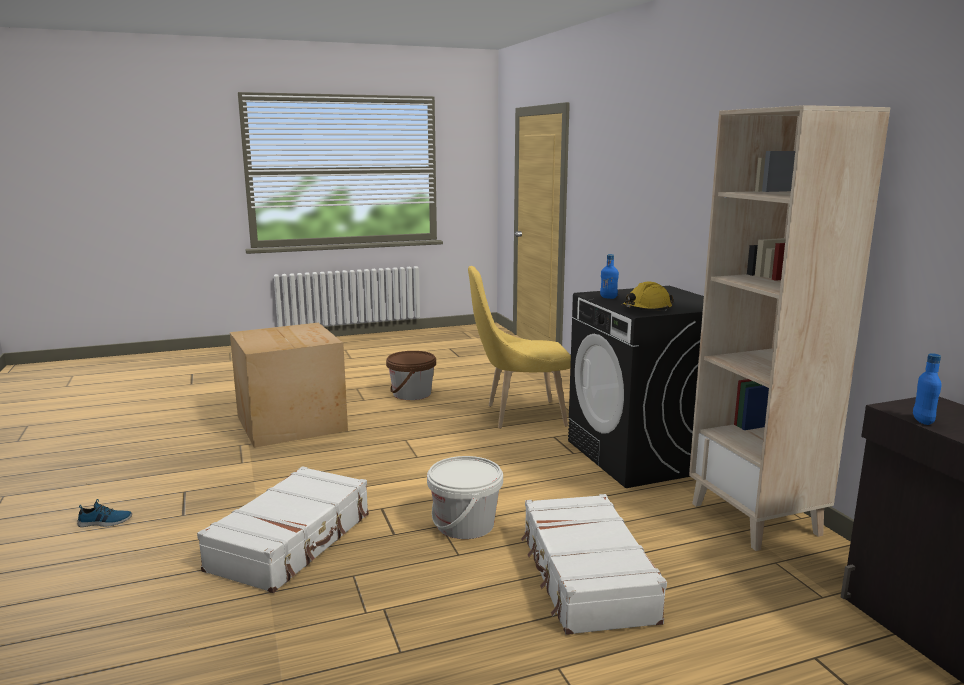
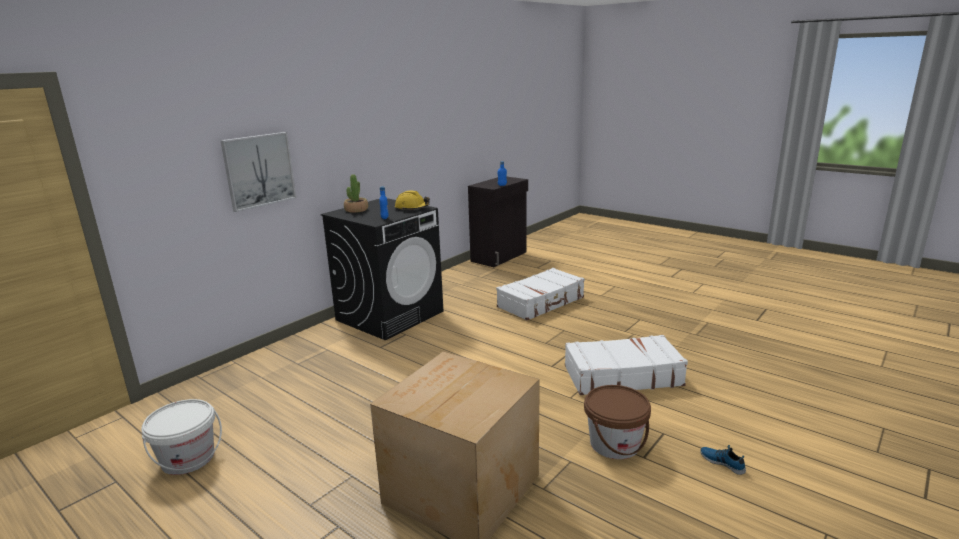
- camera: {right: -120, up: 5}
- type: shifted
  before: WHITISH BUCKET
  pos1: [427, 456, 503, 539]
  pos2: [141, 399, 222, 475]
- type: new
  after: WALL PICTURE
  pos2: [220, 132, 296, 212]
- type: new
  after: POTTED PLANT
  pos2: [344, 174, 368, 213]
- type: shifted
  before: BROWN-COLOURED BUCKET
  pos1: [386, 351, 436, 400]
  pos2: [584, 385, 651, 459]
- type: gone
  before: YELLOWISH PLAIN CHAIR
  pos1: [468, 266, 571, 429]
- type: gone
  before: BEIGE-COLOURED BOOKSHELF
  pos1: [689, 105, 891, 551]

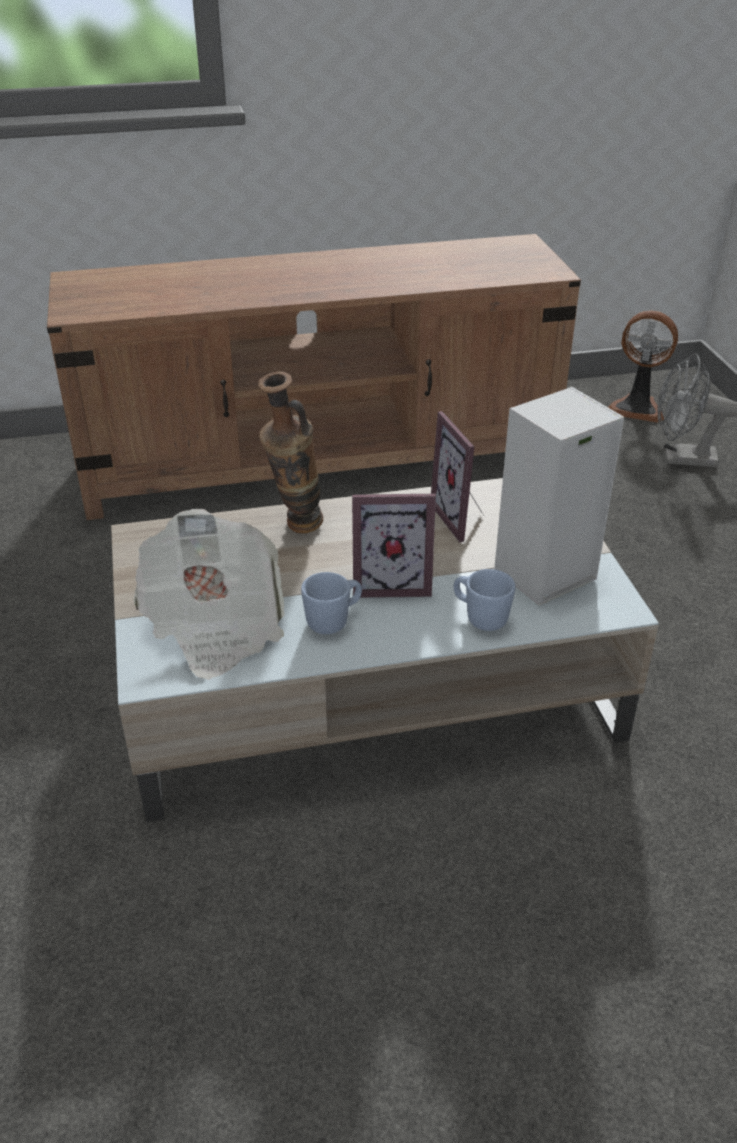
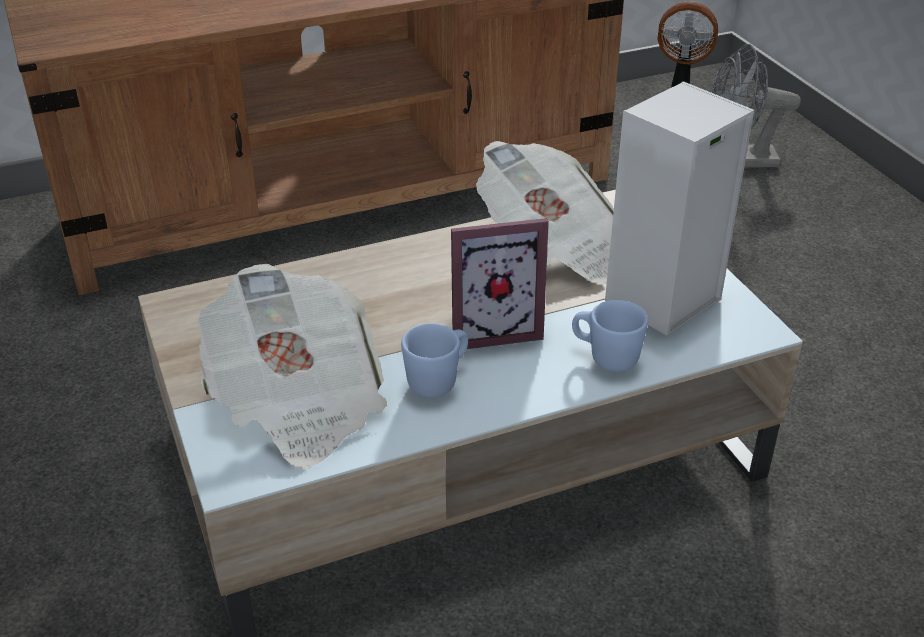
- camera: {right: -10, up: 0}
- type: swapped
  before: PICTURE FRAME
  after: NEWSPAPER
  pos1: [431, 411, 483, 542]
  pos2: [476, 141, 614, 285]
- type: gone
  before: VASE
  pos1: [258, 371, 323, 533]

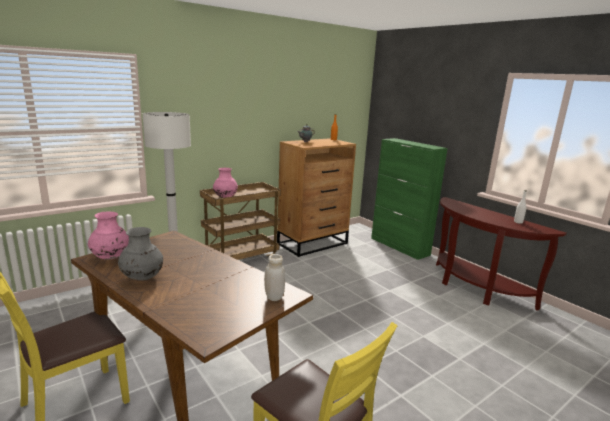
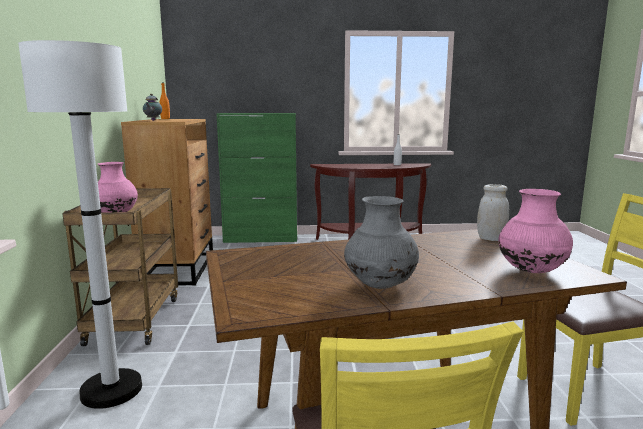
- camera: {right: -55, up: -5}
- type: shifted
  before: PINK VASE
  pos1: [88, 212, 129, 260]
  pos2: [498, 189, 573, 273]

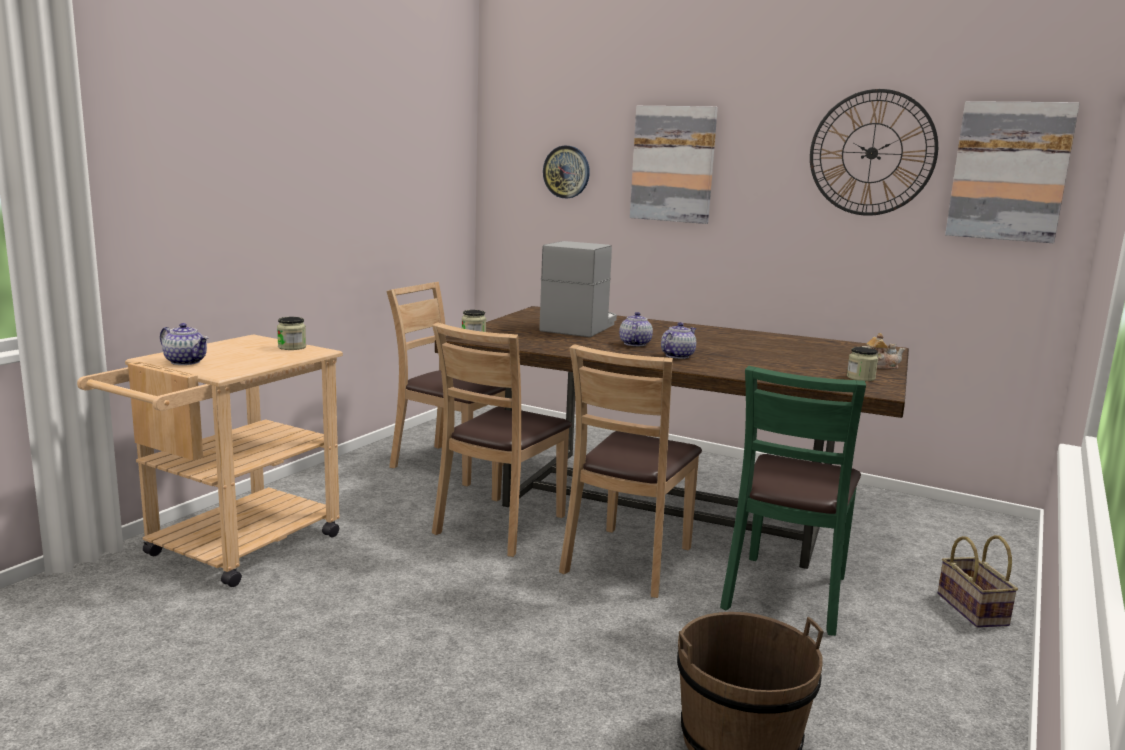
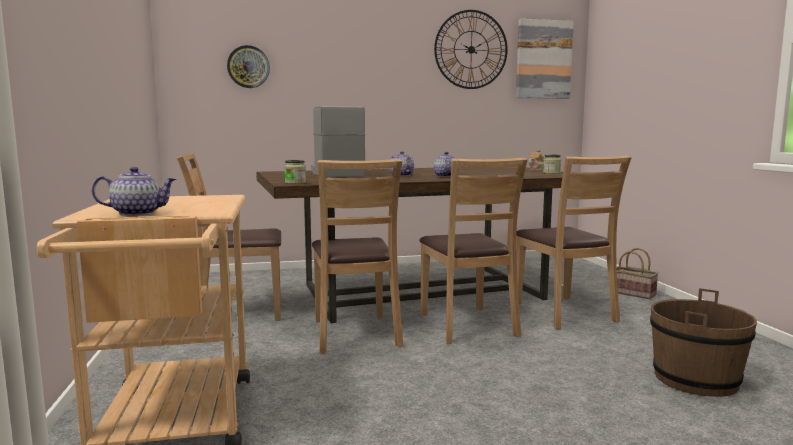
- camera: {right: -40, up: -5}
- type: repainted
  before: GREENISH PLAIN CHAIR
  after: BROWN-COLOURED PLAIN CHAIR
  pos1: [720, 366, 866, 636]
  pos2: [516, 156, 632, 330]
- type: gone
  before: JAR
  pos1: [277, 317, 306, 350]
- type: gone
  before: WALL PICTURE
  pos1: [630, 106, 718, 224]

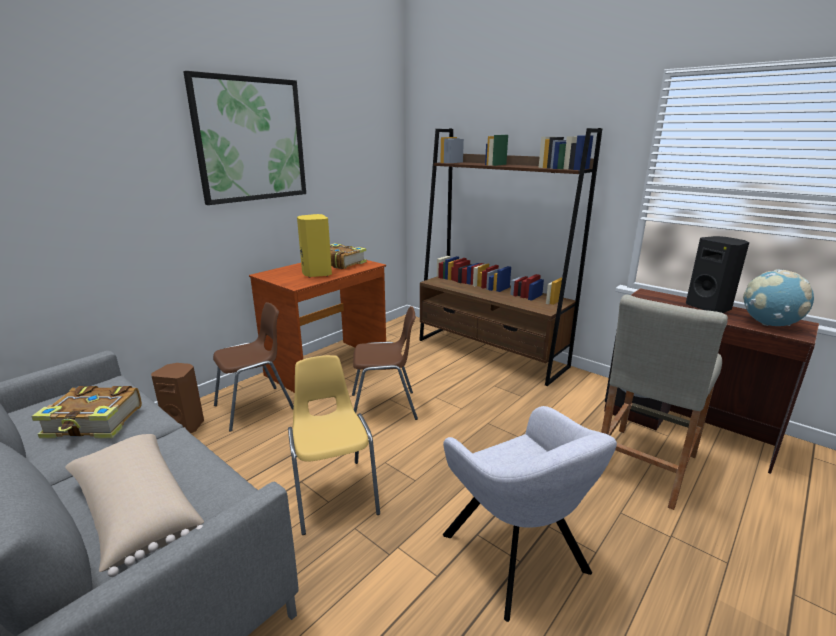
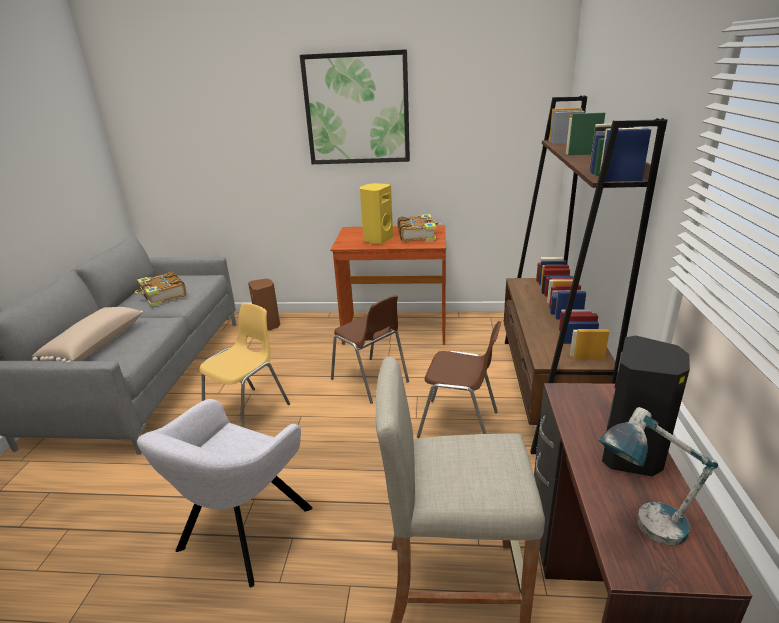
- camera: {right: 55, up: 5}
- type: shifted
  before: BROWN-COLOURED PLAIN CHAIR
  pos1: [213, 302, 294, 432]
  pos2: [417, 321, 501, 438]
- type: swapped
  before: GLOBE
  after: TABLE LAMP
  pos1: [743, 269, 814, 326]
  pos2: [599, 407, 718, 546]

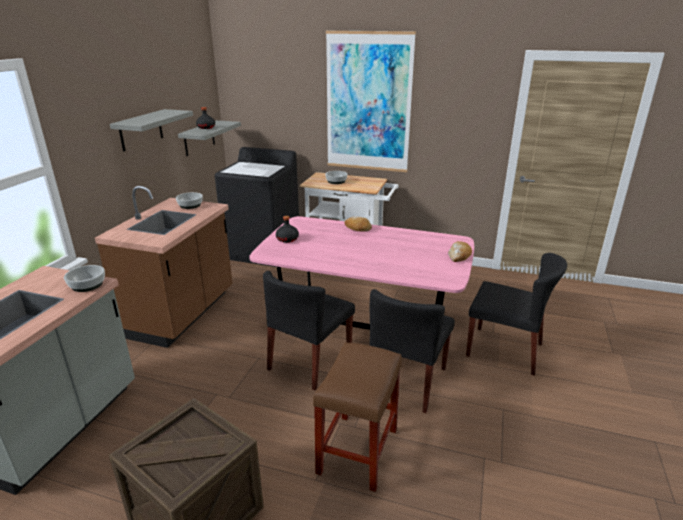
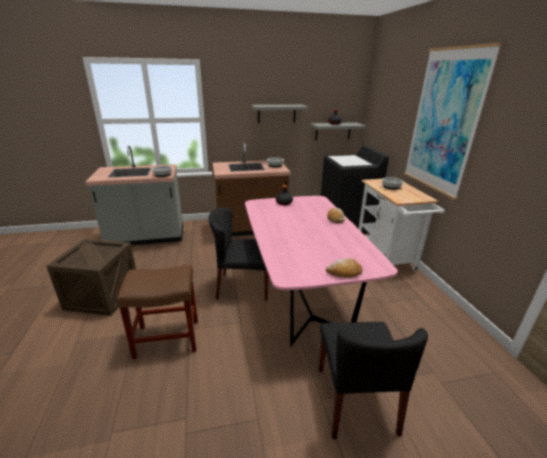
- camera: {right: 60, up: 0}
- type: gone
  before: BLACKISH PLAIN CHAIR
  pos1: [370, 289, 455, 413]

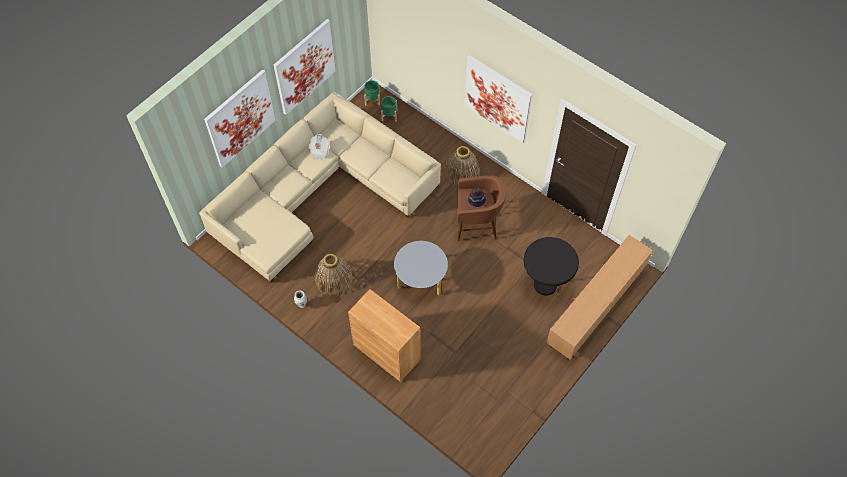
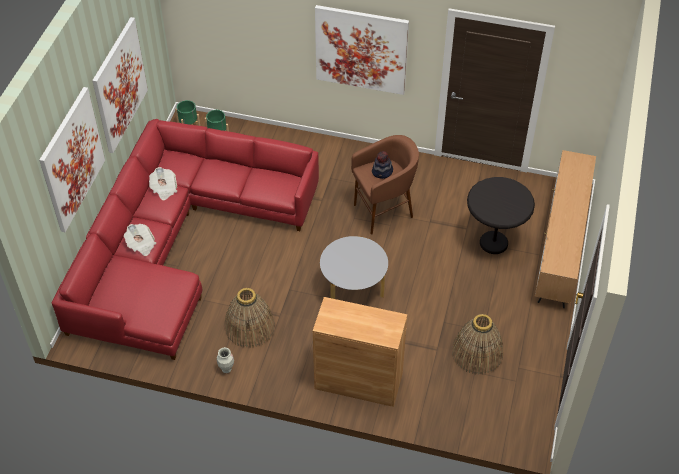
- camera: {right: -25, up: -10}
- type: repainted
  before: BEIGE-COLOURED COUCH
  after: REDDISH COUCH
  pos1: [199, 92, 441, 283]
  pos2: [52, 119, 319, 360]
- type: new
  after: NEWSPAPER
  pos2: [124, 224, 156, 256]
- type: shifted
  before: HOUSEHOLD BASKET
  pos1: [444, 146, 480, 188]
  pos2: [452, 314, 503, 375]

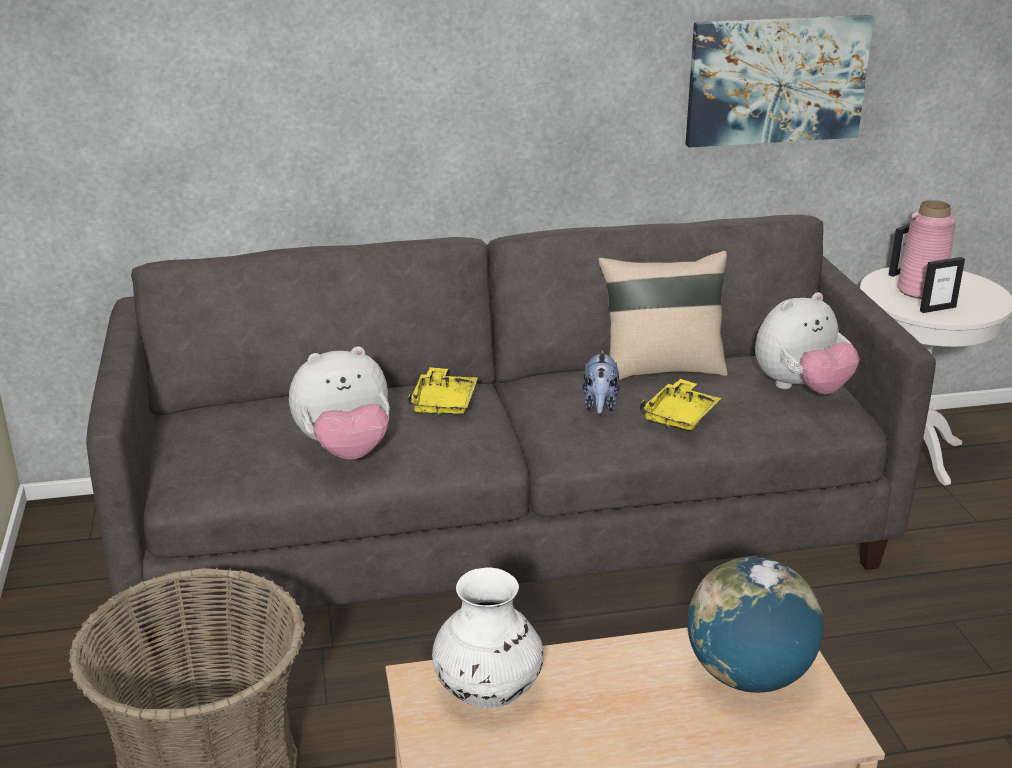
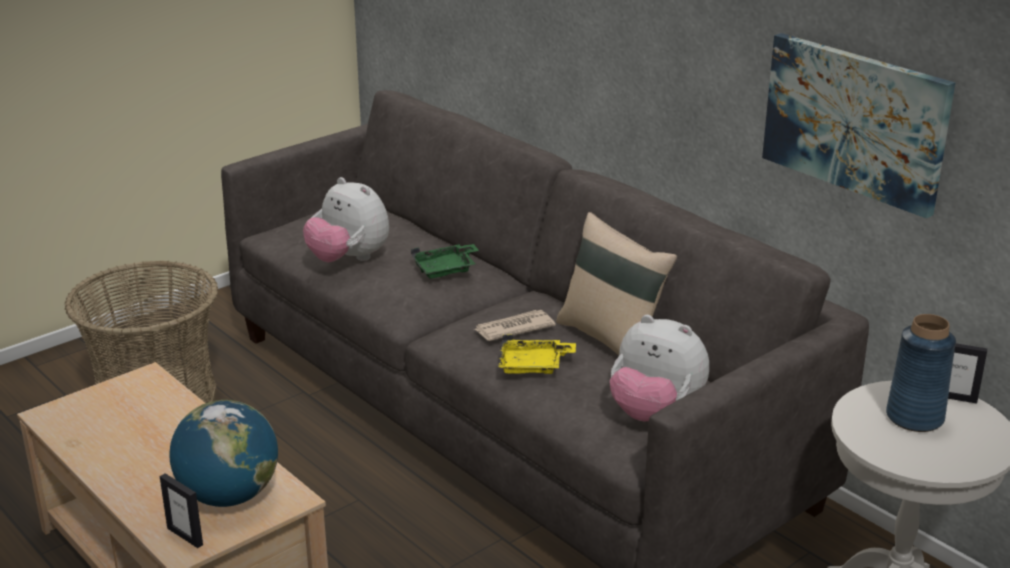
- camera: {right: 60, up: 0}
- type: shifted
  before: PICTURE FRAME
  pos1: [920, 257, 965, 313]
  pos2: [160, 473, 203, 548]
- type: repainted
  before: YELLOWISH SERVING TRAY
  after: GREENISH SERVING TRAY
  pos1: [408, 367, 478, 416]
  pos2: [411, 244, 479, 278]
- type: swapped
  before: SOFT TOY
  after: NEWSPAPER
  pos1: [582, 350, 620, 414]
  pos2: [473, 310, 556, 341]
- type: repainted
  before: PINK VASE
  after: BLUISH VASE
  pos1: [897, 200, 956, 299]
  pos2: [886, 314, 956, 432]
- type: gone
  before: WHITISH VASE
  pos1: [432, 567, 544, 708]

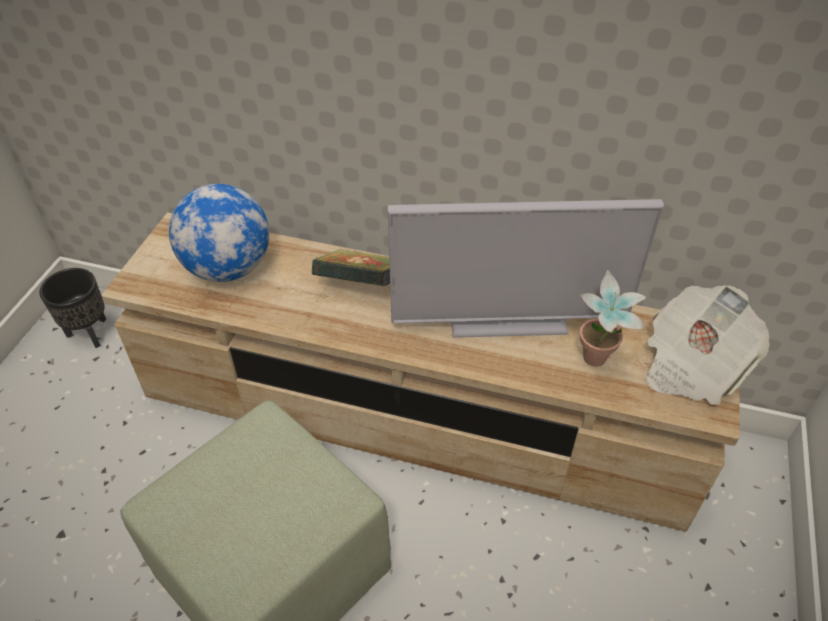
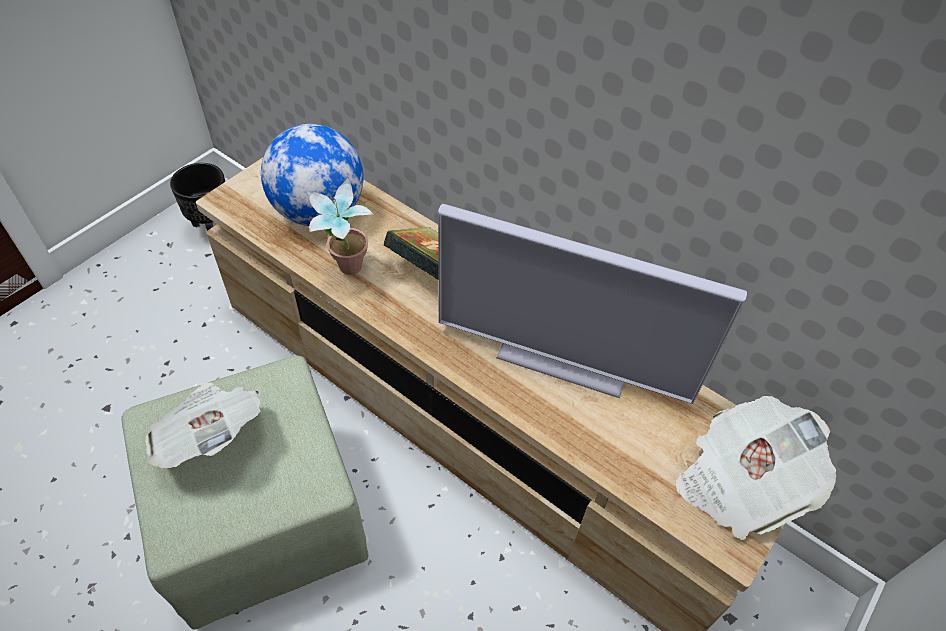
- camera: {right: 20, up: 5}
- type: new
  after: NEWSPAPER
  pos2: [145, 382, 260, 468]
- type: shifted
  before: POTTED PLANT
  pos1: [580, 269, 646, 367]
  pos2: [306, 178, 374, 275]

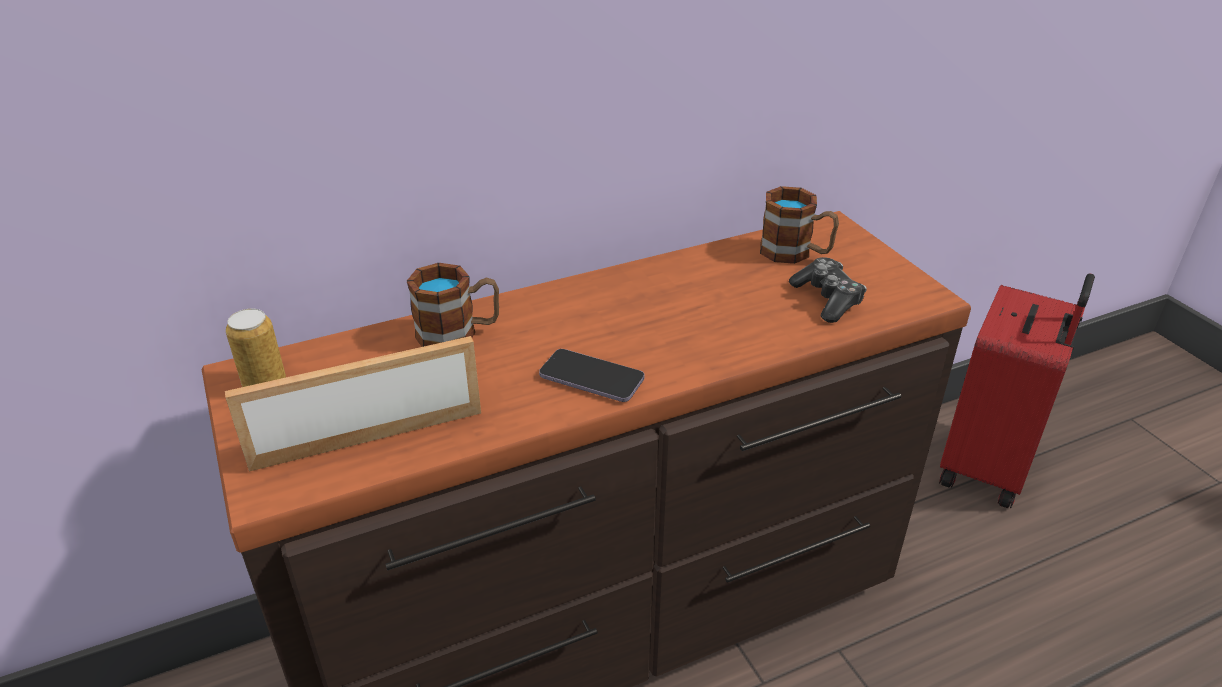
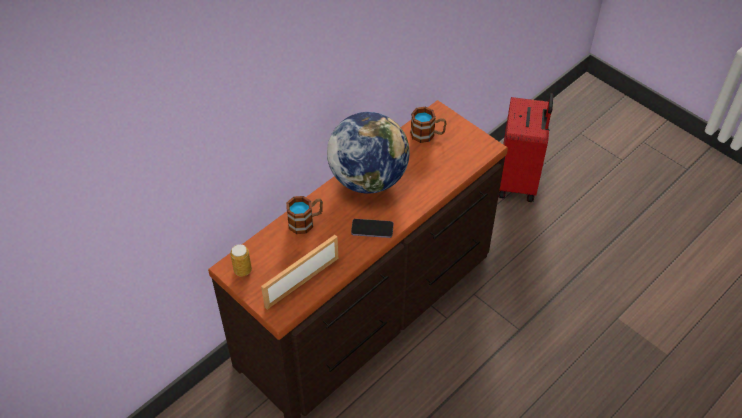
- camera: {right: -20, up: 15}
- type: new
  after: GLOBE
  pos2: [327, 112, 410, 194]
- type: gone
  before: JOYPAD
  pos1: [789, 257, 867, 323]

